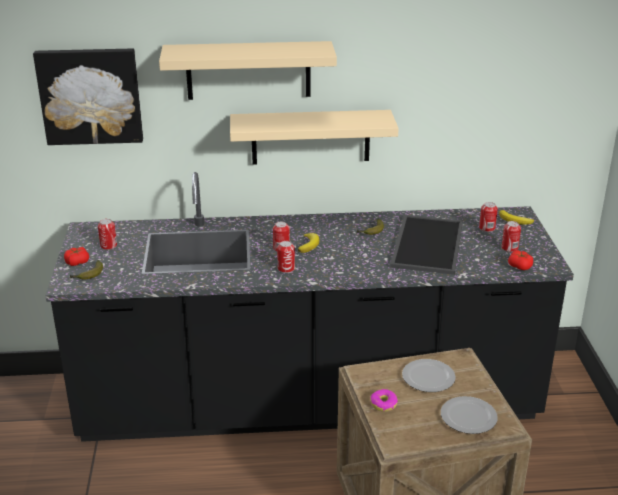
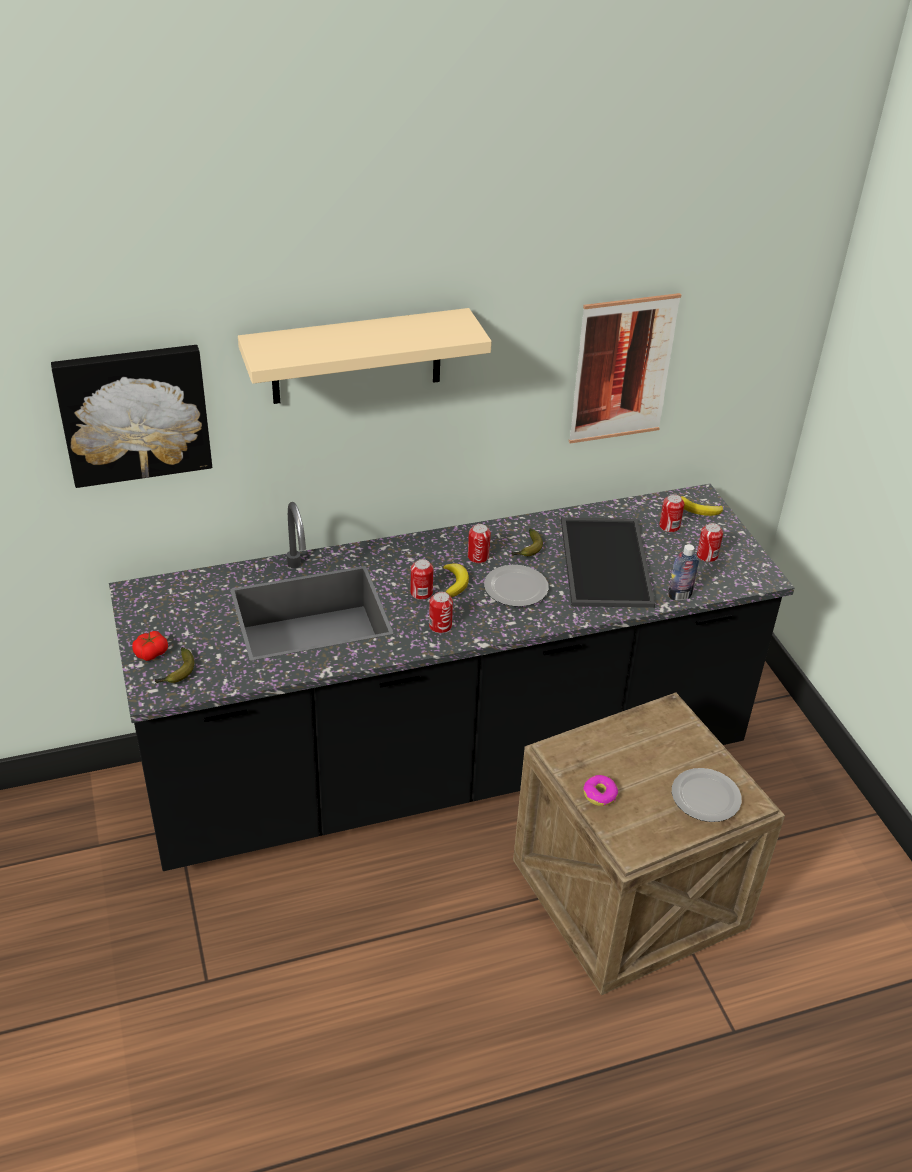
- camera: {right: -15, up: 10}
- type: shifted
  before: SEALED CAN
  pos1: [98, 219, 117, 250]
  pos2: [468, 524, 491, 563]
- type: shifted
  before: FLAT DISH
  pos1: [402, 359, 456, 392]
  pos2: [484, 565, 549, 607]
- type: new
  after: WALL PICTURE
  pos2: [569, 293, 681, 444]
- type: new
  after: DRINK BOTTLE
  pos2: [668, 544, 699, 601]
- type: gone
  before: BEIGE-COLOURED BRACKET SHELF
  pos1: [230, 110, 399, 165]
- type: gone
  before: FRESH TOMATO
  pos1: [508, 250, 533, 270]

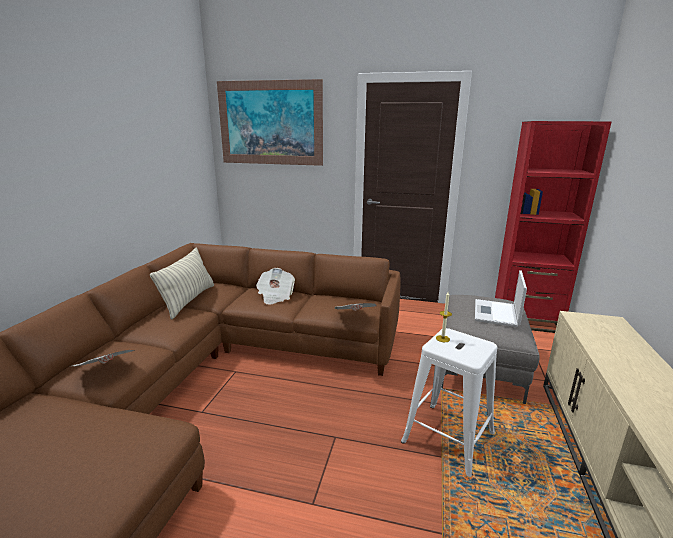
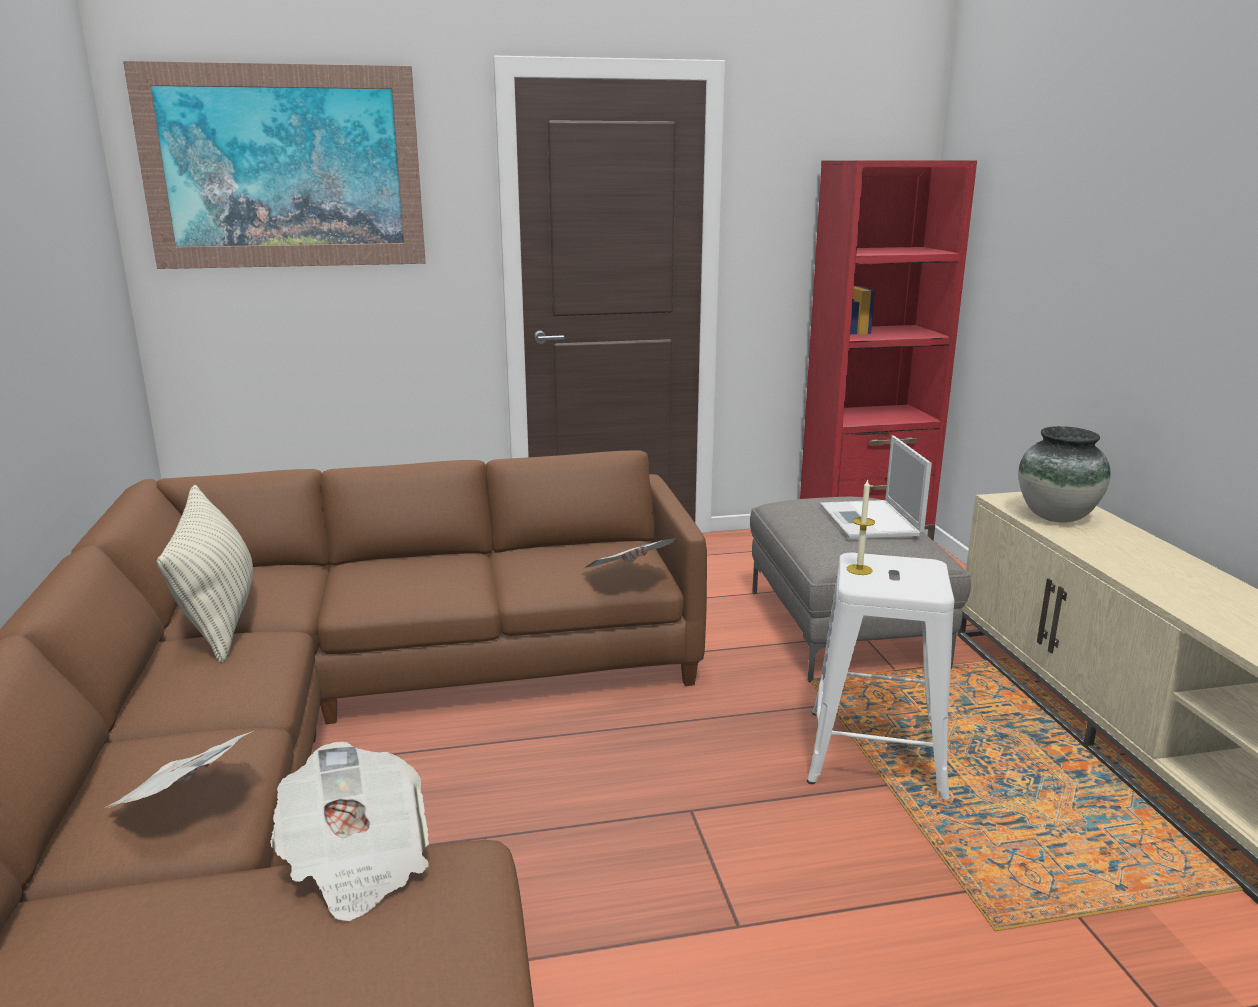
- camera: {right: -25, up: 0}
- type: shifted
  before: NEWSPAPER
  pos1: [256, 268, 295, 305]
  pos2: [270, 741, 429, 921]
- type: new
  after: VASE
  pos2: [1018, 426, 1111, 523]

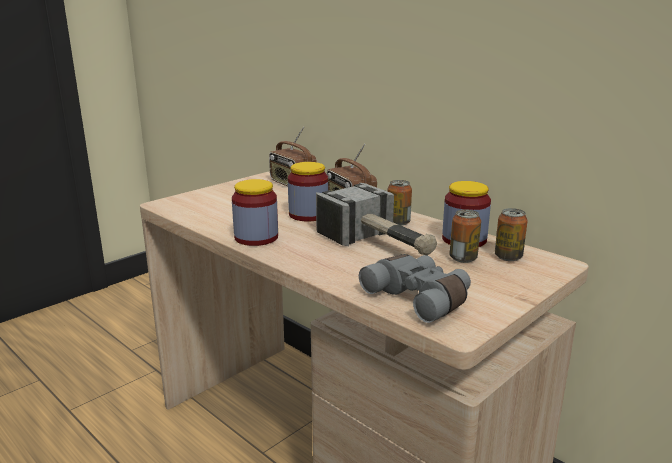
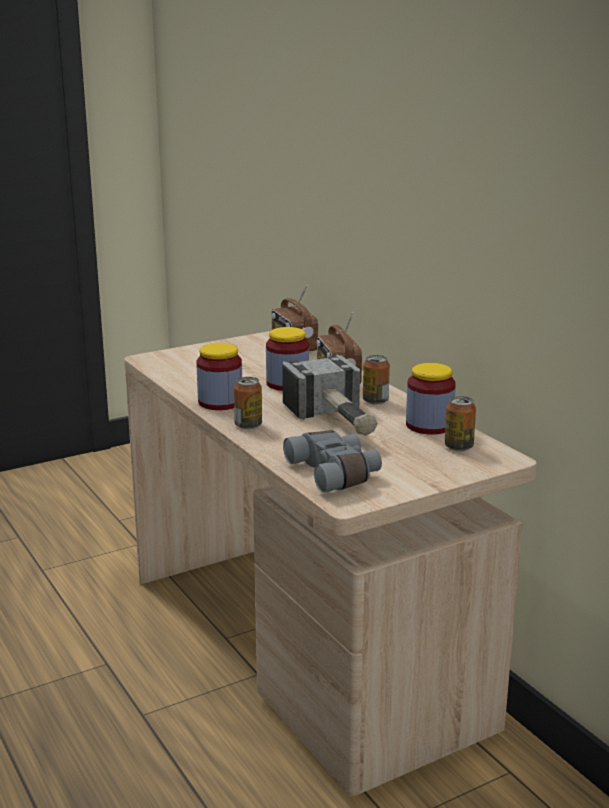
- camera: {right: 15, up: 0}
- type: shifted
  before: SEALED CAN
  pos1: [449, 209, 481, 263]
  pos2: [234, 377, 262, 429]

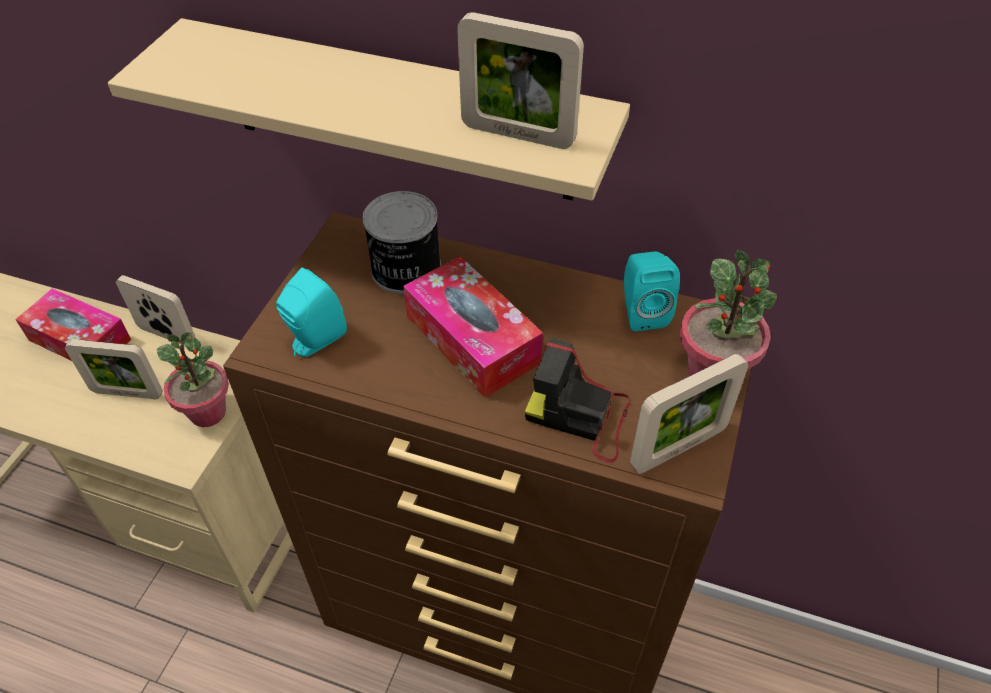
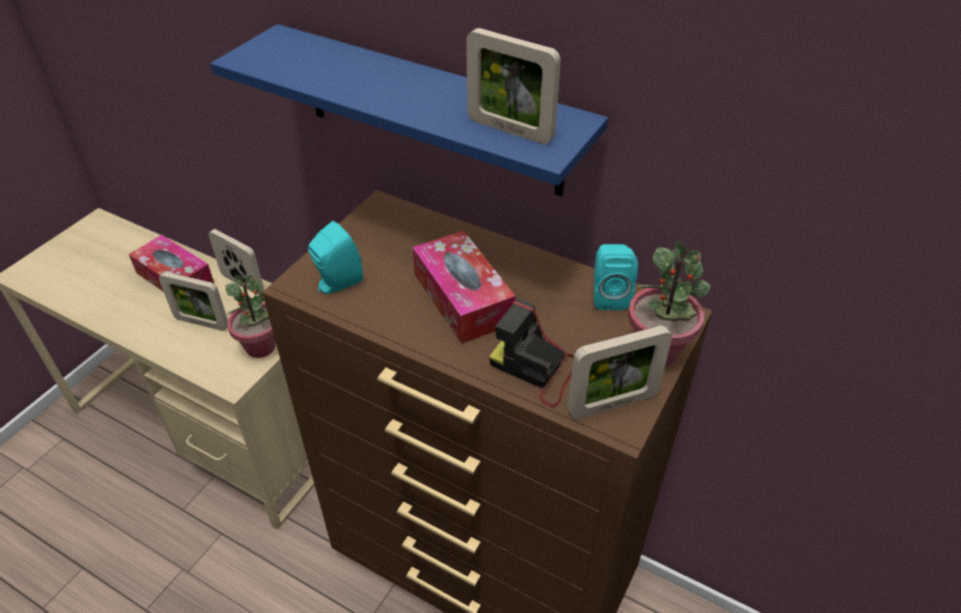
- camera: {right: 10, up: -5}
- type: repainted
  before: BEIGE-COLOURED BRACKET SHELF
  after: BLUISH BRACKET SHELF
  pos1: [108, 18, 630, 201]
  pos2: [210, 24, 608, 196]
- type: gone
  before: SEALED CAN
  pos1: [363, 191, 441, 294]

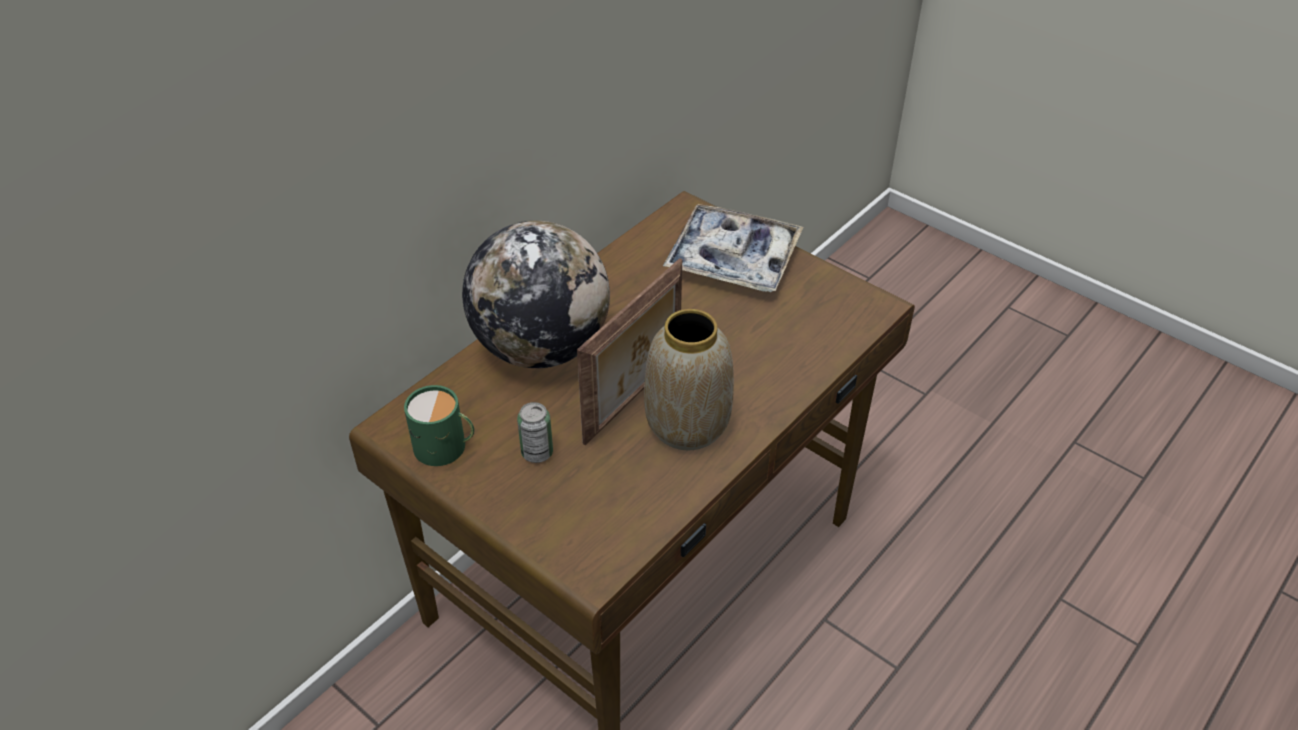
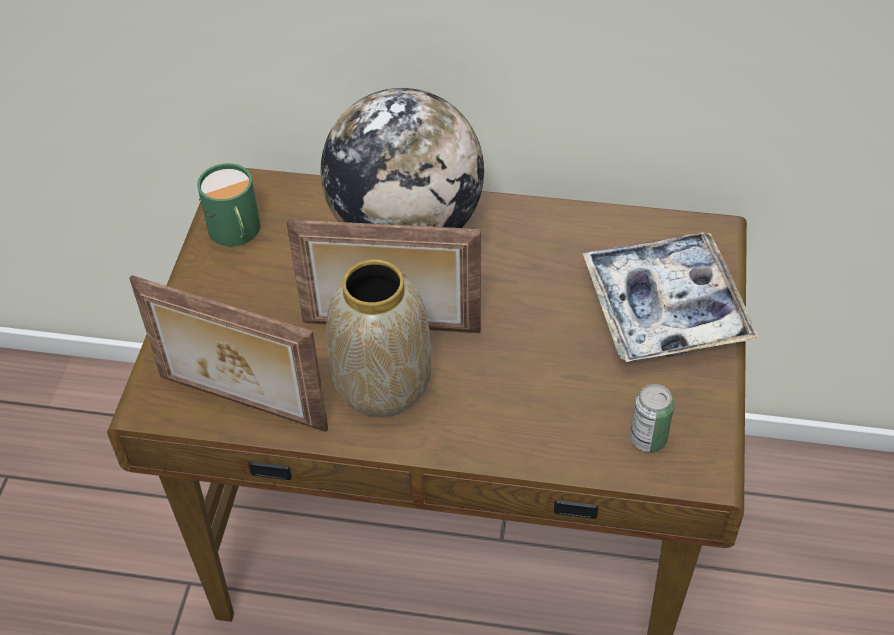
- camera: {right: 60, up: 5}
- type: new
  after: PICTURE FRAME
  pos2: [129, 275, 328, 432]
- type: shifted
  before: SEALED CAN
  pos1: [517, 402, 553, 463]
  pos2: [630, 384, 674, 452]

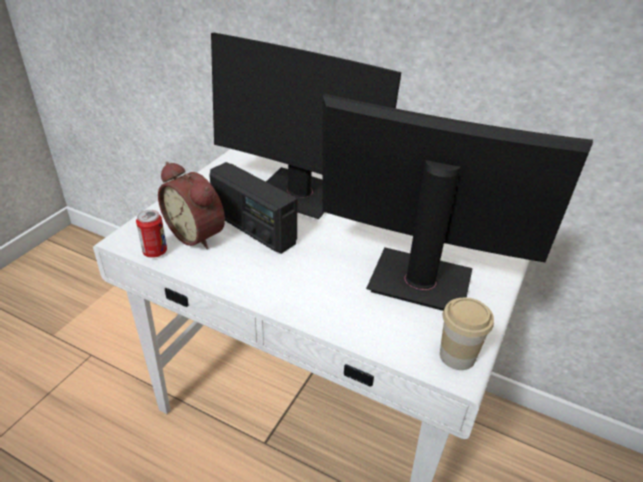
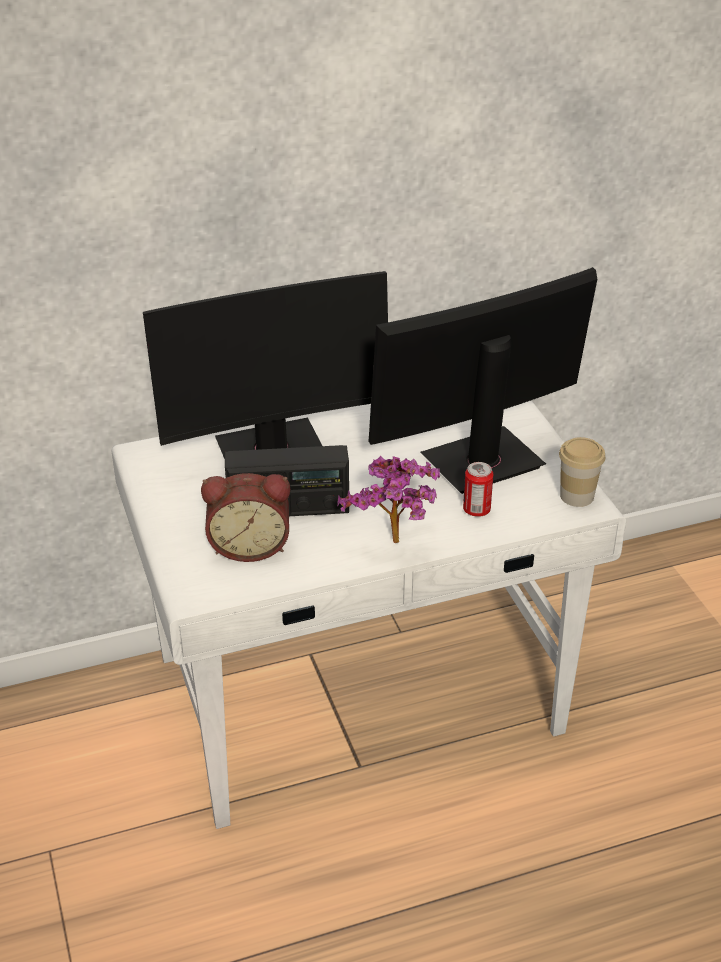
- camera: {right: -45, up: 0}
- type: new
  after: POTTED PLANT
  pos2: [337, 456, 440, 543]
- type: shifted
  before: SEALED CAN
  pos1: [136, 210, 167, 258]
  pos2: [463, 462, 493, 517]

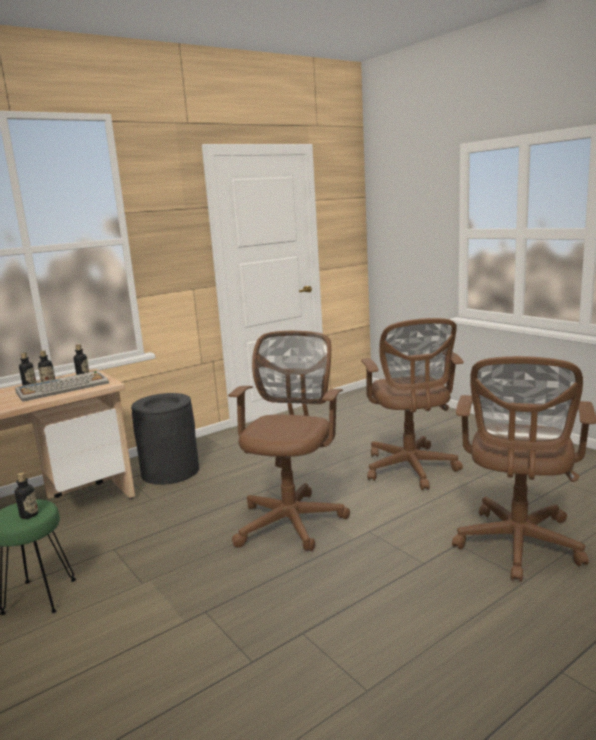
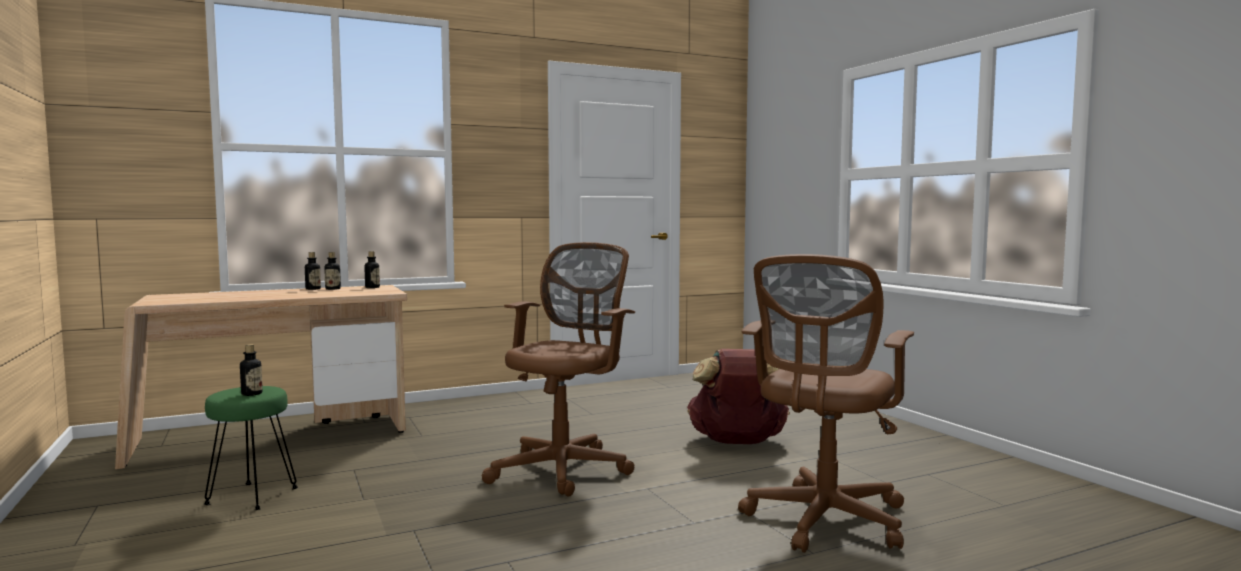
- camera: {right: 10, up: -10}
- type: swapped
  before: BROWN-COLOURED DESK CHAIR
  after: BROWN-COLOURED BACKPACK
  pos1: [361, 318, 464, 490]
  pos2: [687, 349, 790, 444]
- type: gone
  before: COMPUTER KEYBOARD
  pos1: [15, 371, 109, 402]
- type: gone
  before: BLACKISH WASTE BIN
  pos1: [131, 393, 199, 485]

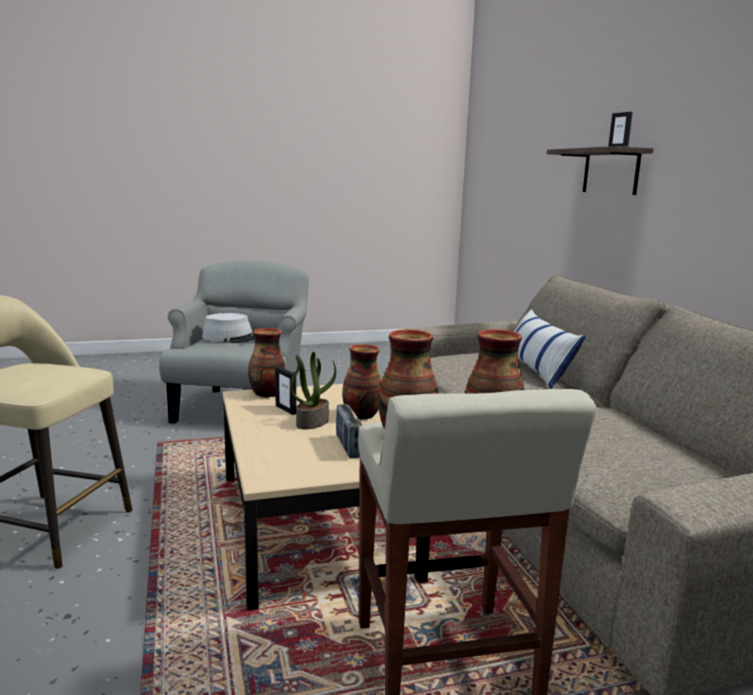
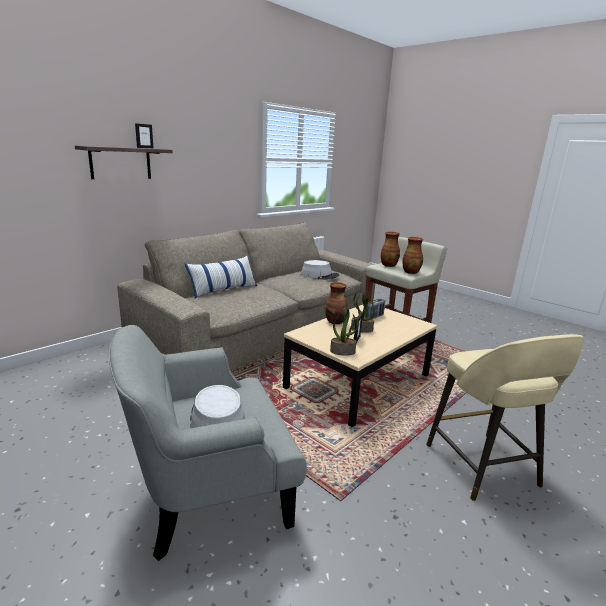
- camera: {right: -120, up: 5}
- type: new
  after: GREYISH CLOTHING HAT
  pos2: [301, 260, 339, 279]
- type: swapped
  before: VASE
  after: POTTED PLANT
  pos1: [248, 328, 285, 398]
  pos2: [330, 308, 359, 356]

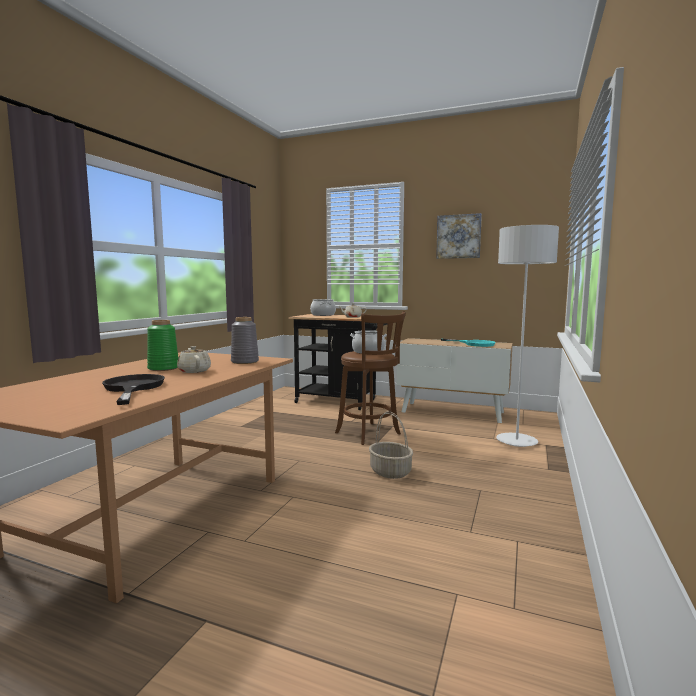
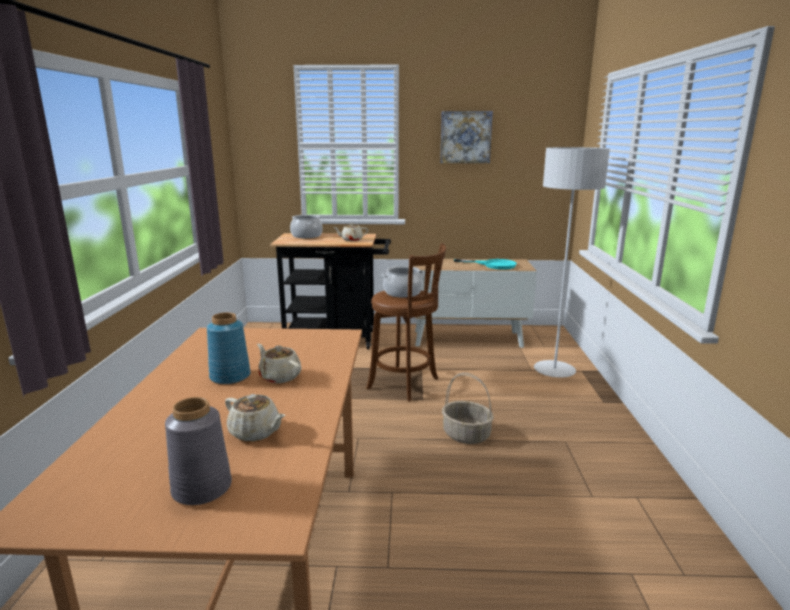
- camera: {right: -20, up: 10}
- type: shifted
  before: GREYISH VASE
  pos1: [231, 317, 259, 364]
  pos2: [165, 397, 232, 505]
- type: repainted
  before: GREENISH VASE
  after: BLUISH VASE
  pos1: [147, 320, 179, 371]
  pos2: [207, 312, 251, 385]
- type: swapped
  before: BLACKISH FRYING PAN
  after: BEIGE-COLOURED POT FOR TEA
  pos1: [102, 374, 165, 405]
  pos2: [225, 394, 285, 441]

